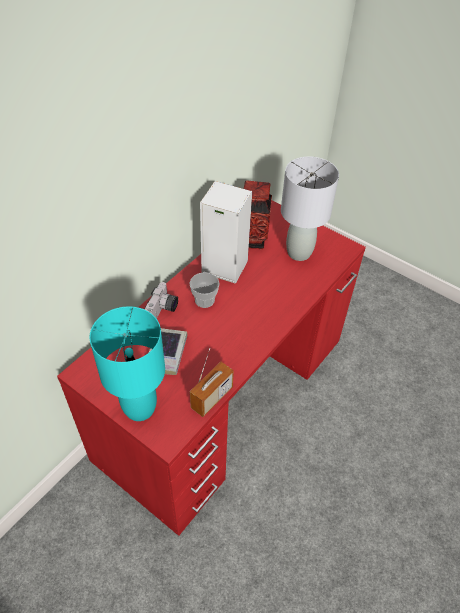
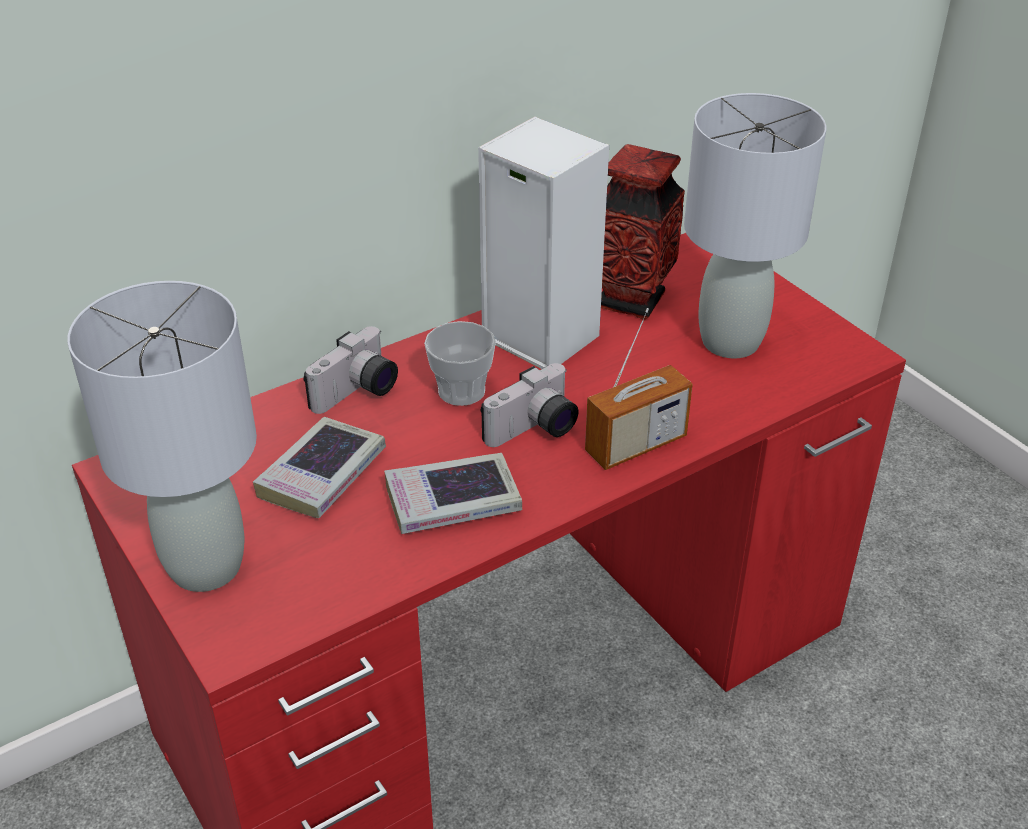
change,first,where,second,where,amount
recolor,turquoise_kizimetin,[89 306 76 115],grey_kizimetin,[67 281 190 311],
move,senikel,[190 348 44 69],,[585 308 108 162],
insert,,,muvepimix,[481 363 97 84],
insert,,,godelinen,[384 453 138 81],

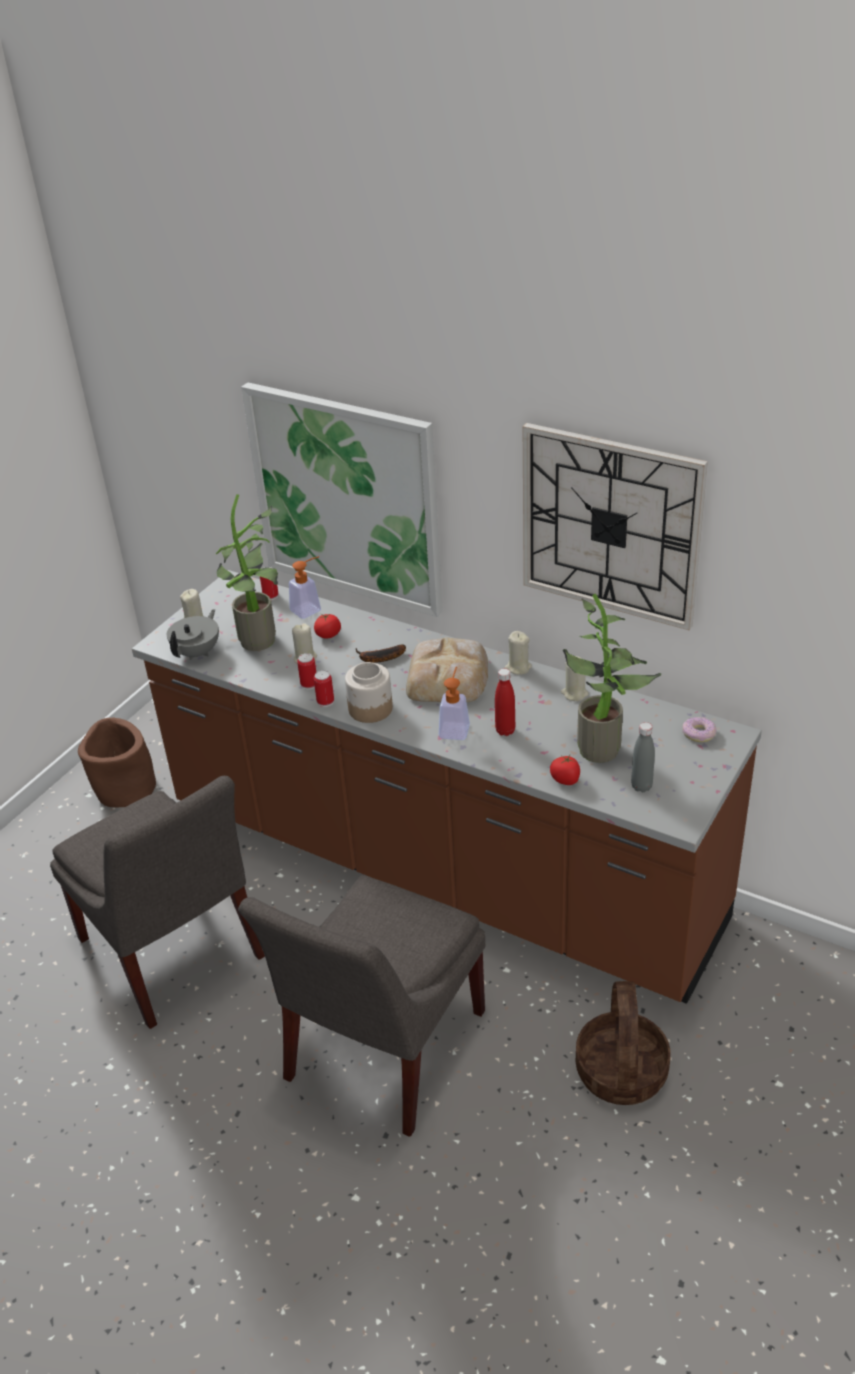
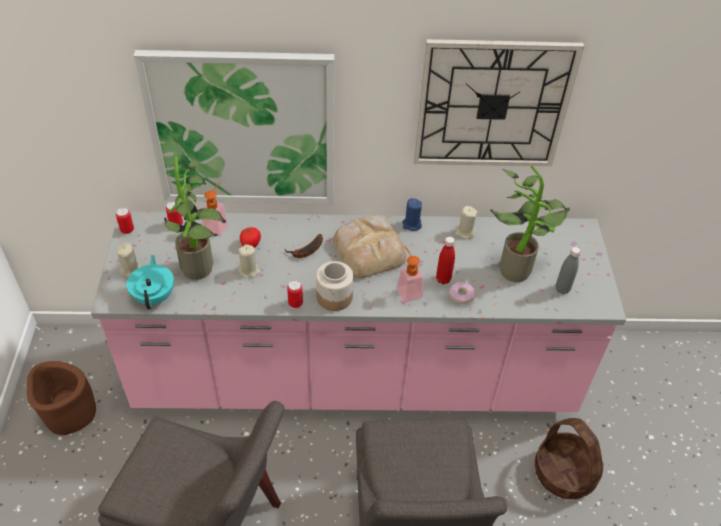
change,first,where,second,where,amount
recolor,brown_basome,[132 570 630 434],pink_basome,[91 212 535 200],
recolor,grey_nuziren,[167 609 52 51],turquoise_nuziren,[126 255 48 54],
recolor,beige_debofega,[505 631 27 44],blue_debofega,[402 198 20 33],
move,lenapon,[297 653 19 37],,[116 207 18 28],
move,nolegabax,[682 717 35 25],,[449 282 27 22],
delete,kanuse,[550 755 30 30],,,

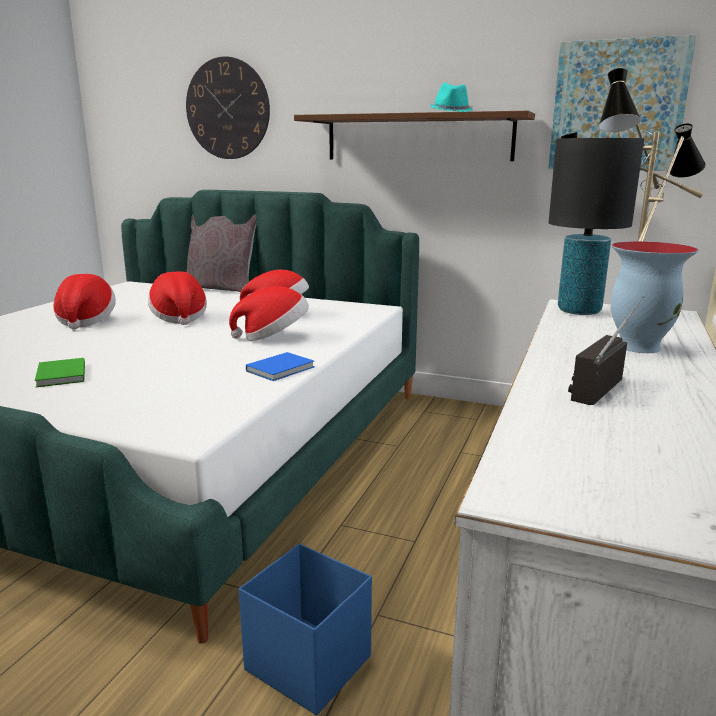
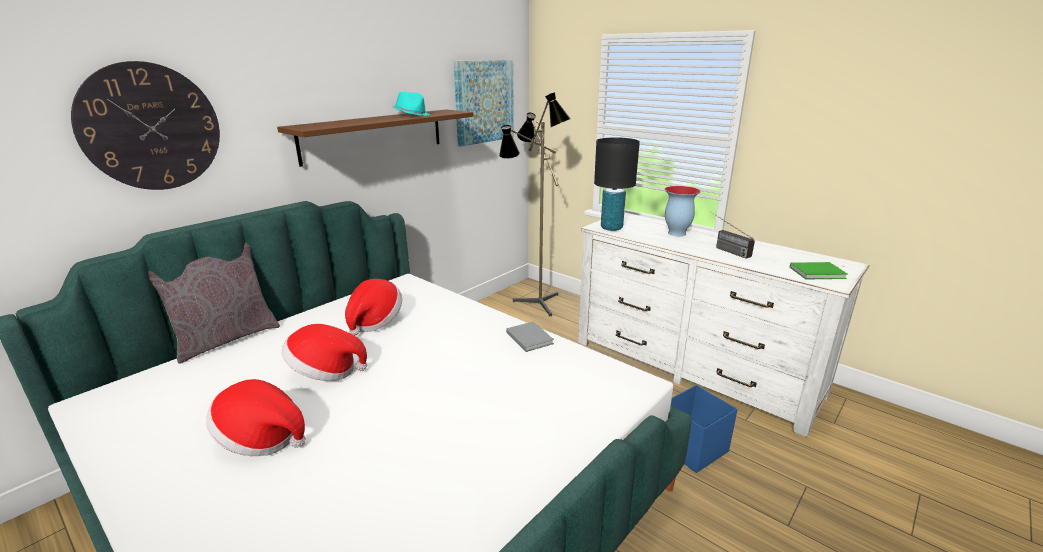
change,first,where,second,where,amount
delete,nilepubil,[229 286 80 55],,,
recolor,blue_godelinen,[246 352 69 29],grey_godelinen,[506 321 48 31],
move,green_godelinen,[35 358 50 29],,[790 262 57 18],

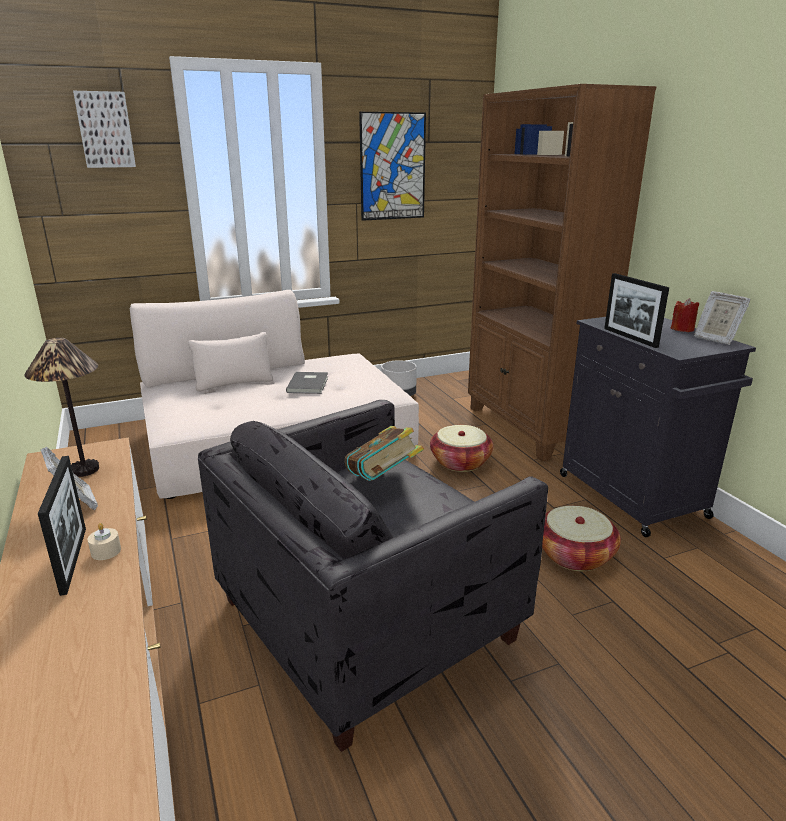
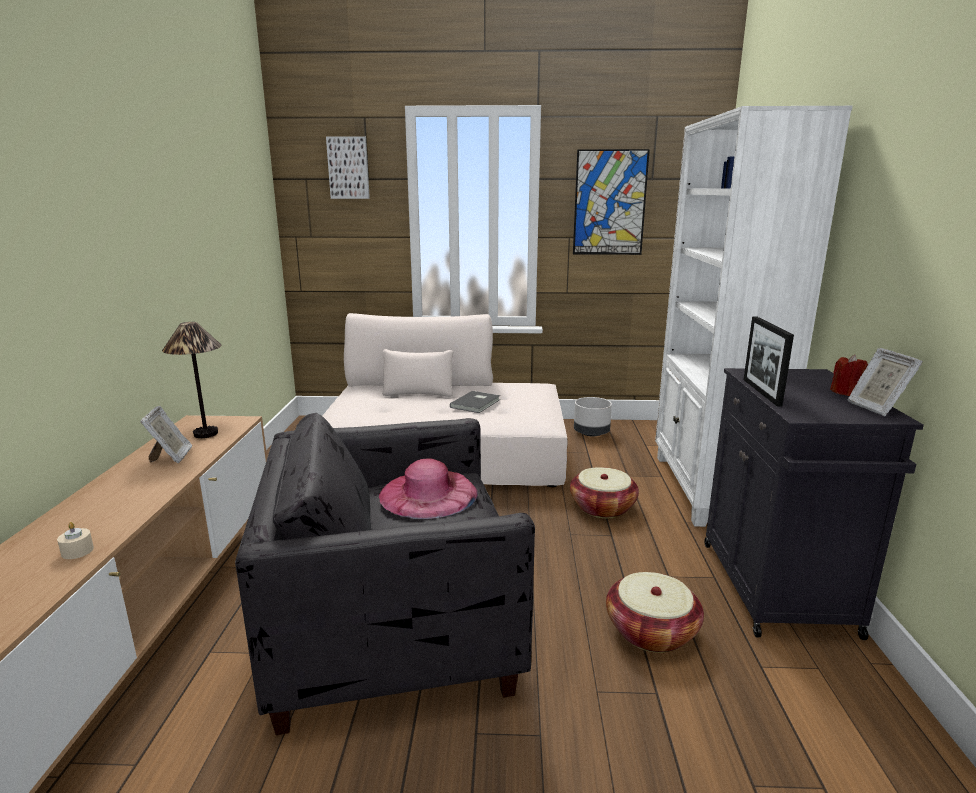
change,first,where,second,where,amount
recolor,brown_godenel,[468 84 189 378],white_godenel,[655 106 198 421],
replace,godelinen,[345 426 79 55],pink_nilepubil,[379 458 99 61],
delete,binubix,[38 456 48 140],,,
move,beige_debofega,[87 523 34 37],,[57 522 37 37],

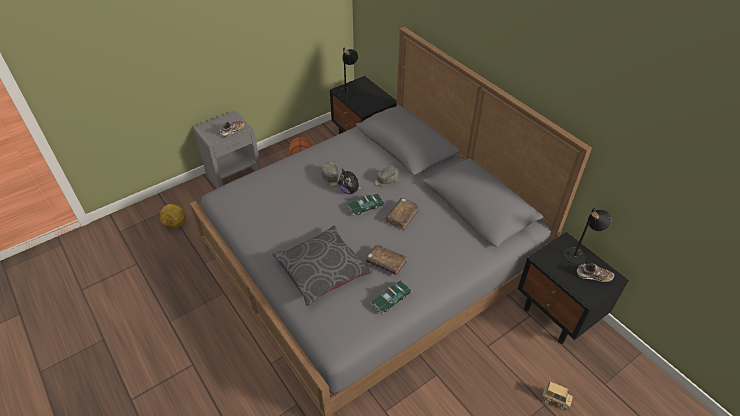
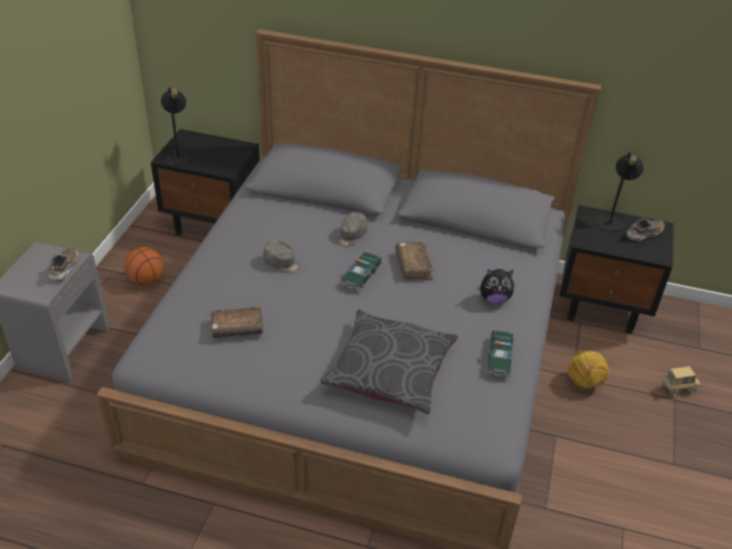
change,first,where,second,where,amount
move,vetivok,[339 169 24 25],,[480 269 35 35],
move,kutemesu,[160 204 25 24],,[567 351 42 38],
move,brown_godelinen,[366 244 41 31],,[211 306 52 32],

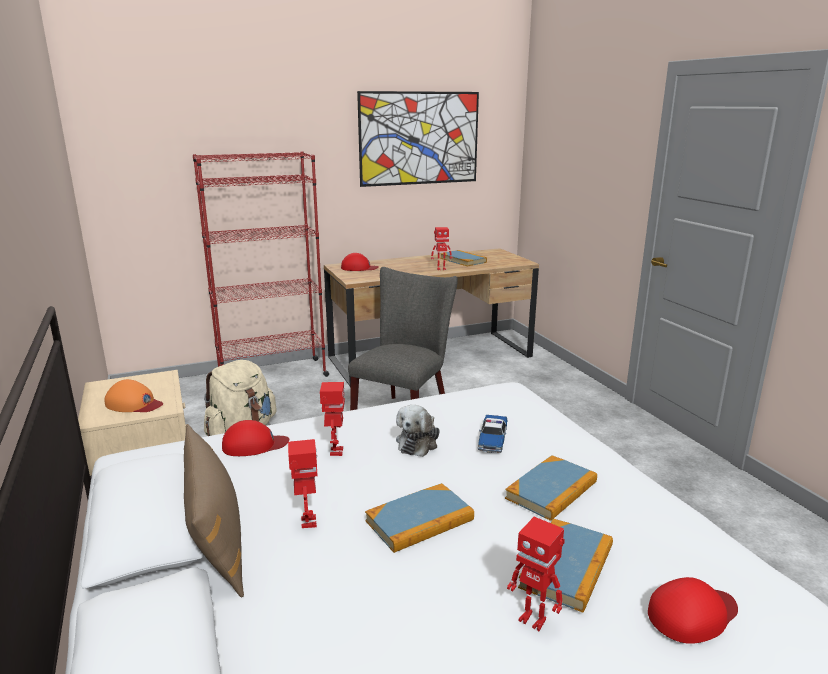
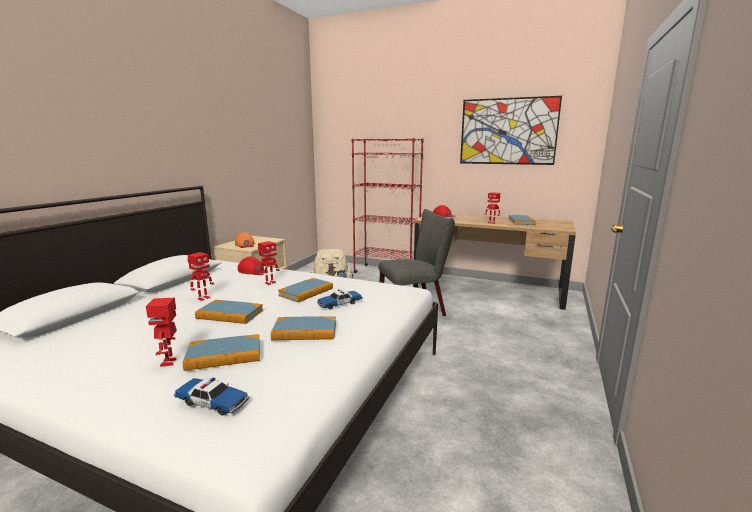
change,first,where,second,where,amount
replace,vetivok,[396 405 44 52],godelinen,[278 278 55 25],
delete,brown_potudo,[184 424 60 173],,,
replace,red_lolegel,[648 577 90 67],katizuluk,[174 378 75 38],

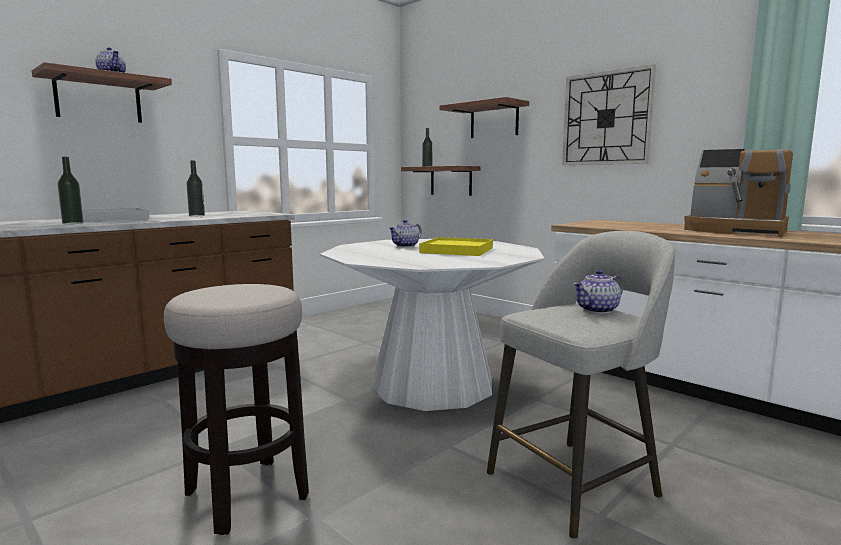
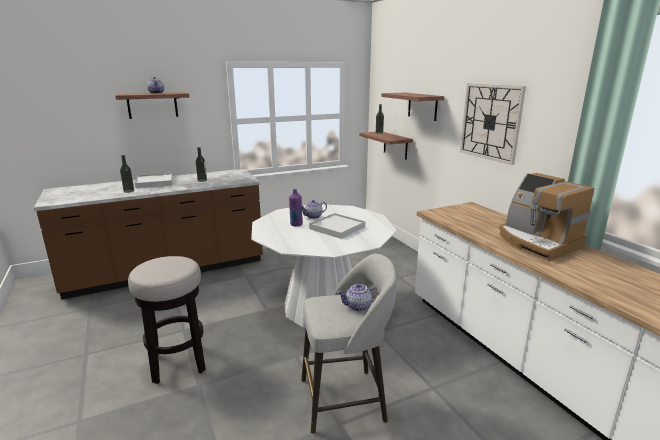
change,first,where,second,where,amount
recolor,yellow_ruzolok,[419 237 74 19],white_ruzolok,[309 213 56 26],
insert,,,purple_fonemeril,[289 189 14 37],

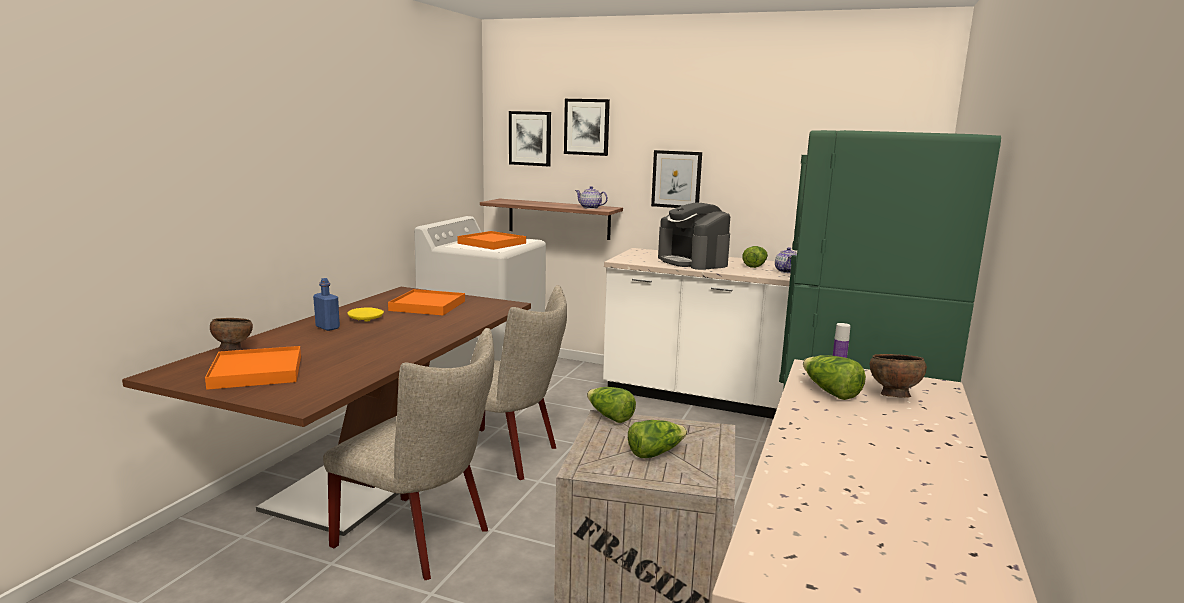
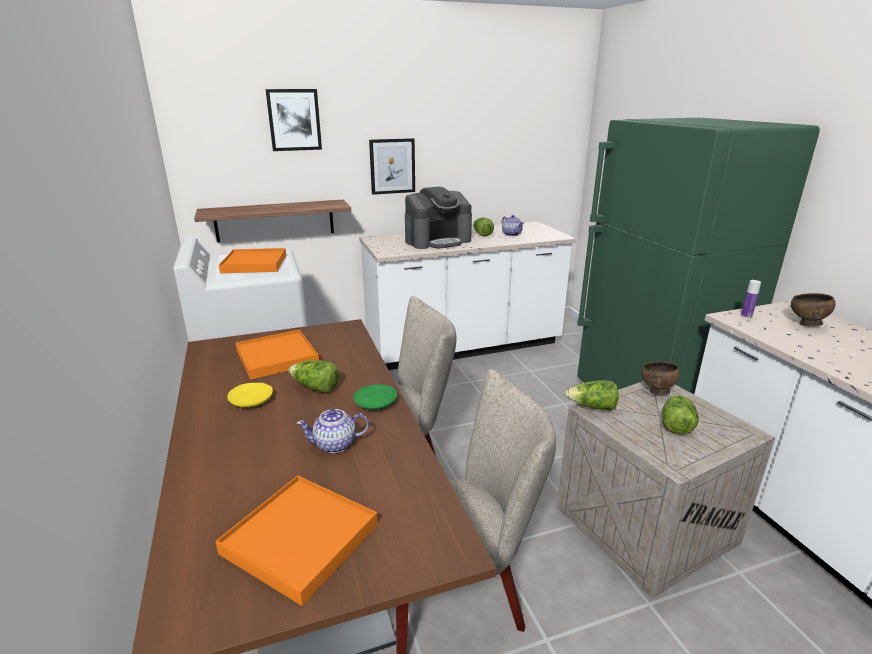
change,first,where,second,where,amount
delete,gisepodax,[509 111 42 55],,,
move,nuziren,[575 186 33 23],,[296 409 73 44],
rotate,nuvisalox,[658 202 72 68],,[405 187 67 62],45 degrees counterclockwise
delete,blue_fonemeril,[313 278 27 53],,,
move,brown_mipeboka,[210 318 43 32],,[641 362 39 33],
move,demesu,[803 355 63 45],,[288 360 51 33],
insert,,,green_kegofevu,[353 384 44 26],

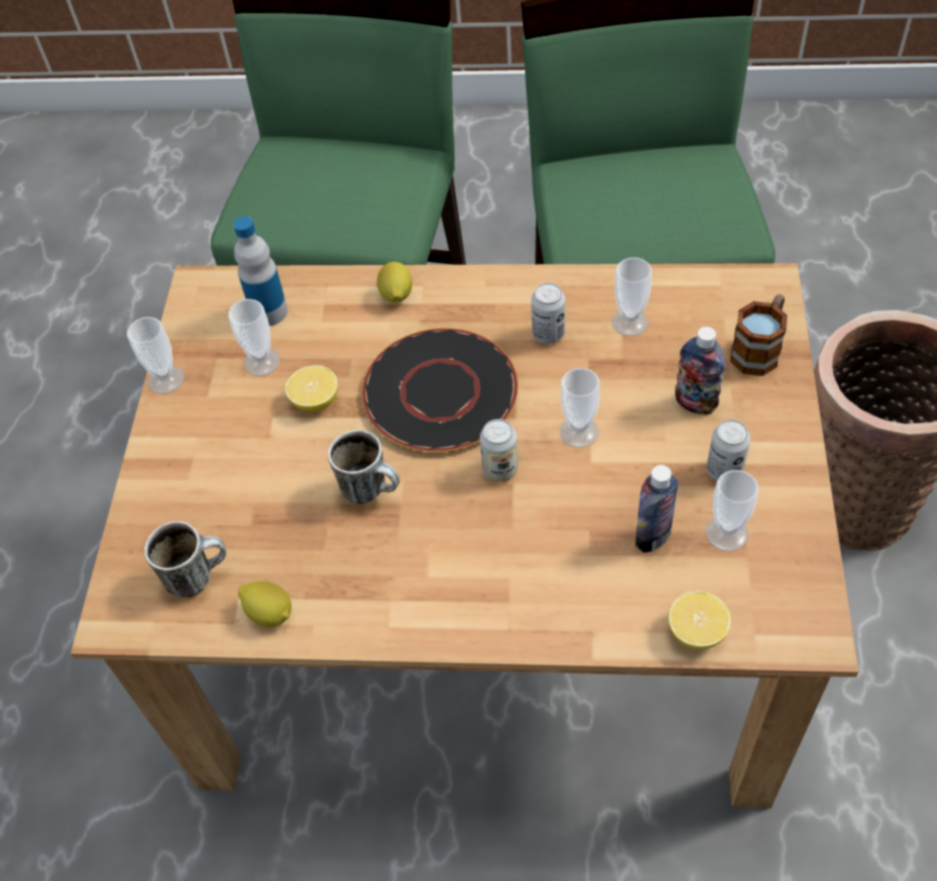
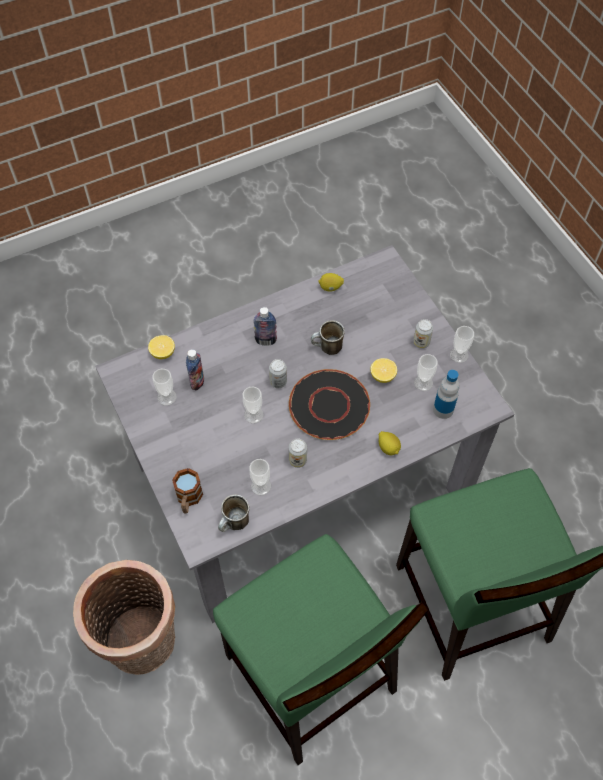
change,first,where,second,where,amount
recolor,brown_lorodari,[70 263 789 545],grey_lorodari,[95 245 419 378],
move,fonemeril,[675 327 50 87],,[253 307 24 39],
move,lenapon,[707 419 43 62],,[413 319 20 30],
move,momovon,[144 521 82 76],,[218 495 31 37],

